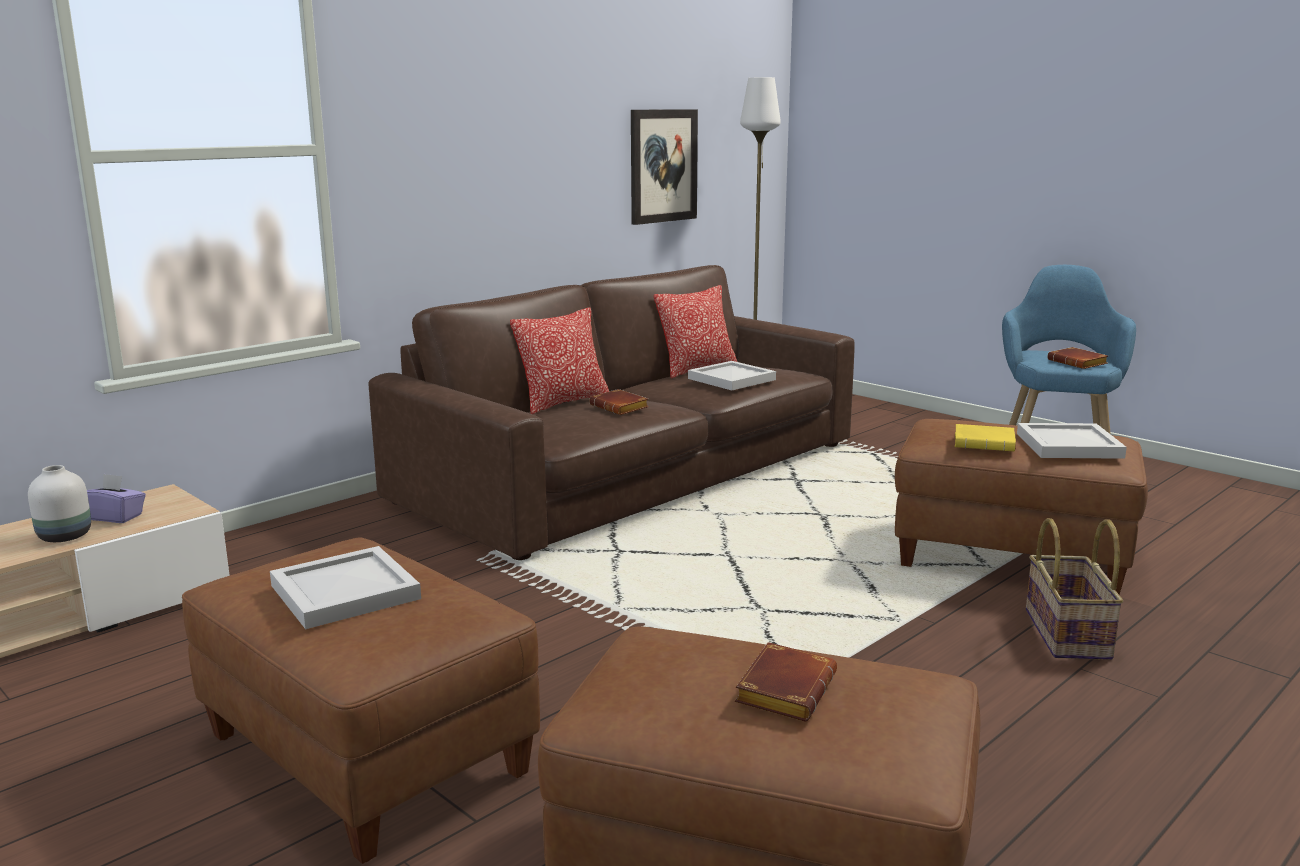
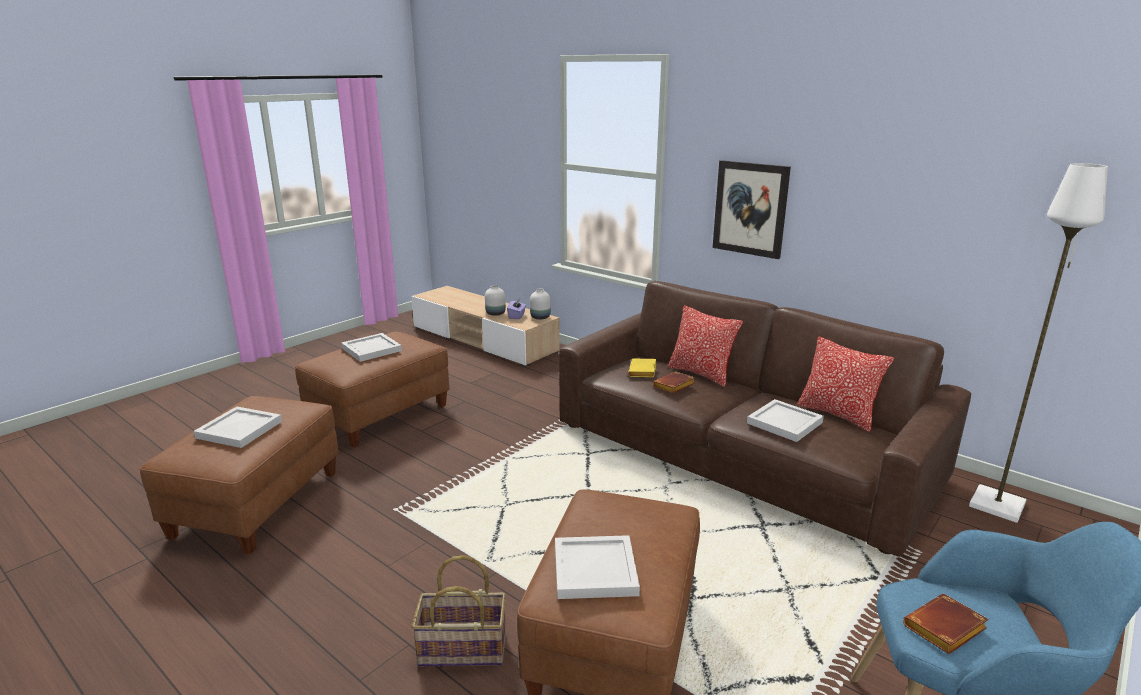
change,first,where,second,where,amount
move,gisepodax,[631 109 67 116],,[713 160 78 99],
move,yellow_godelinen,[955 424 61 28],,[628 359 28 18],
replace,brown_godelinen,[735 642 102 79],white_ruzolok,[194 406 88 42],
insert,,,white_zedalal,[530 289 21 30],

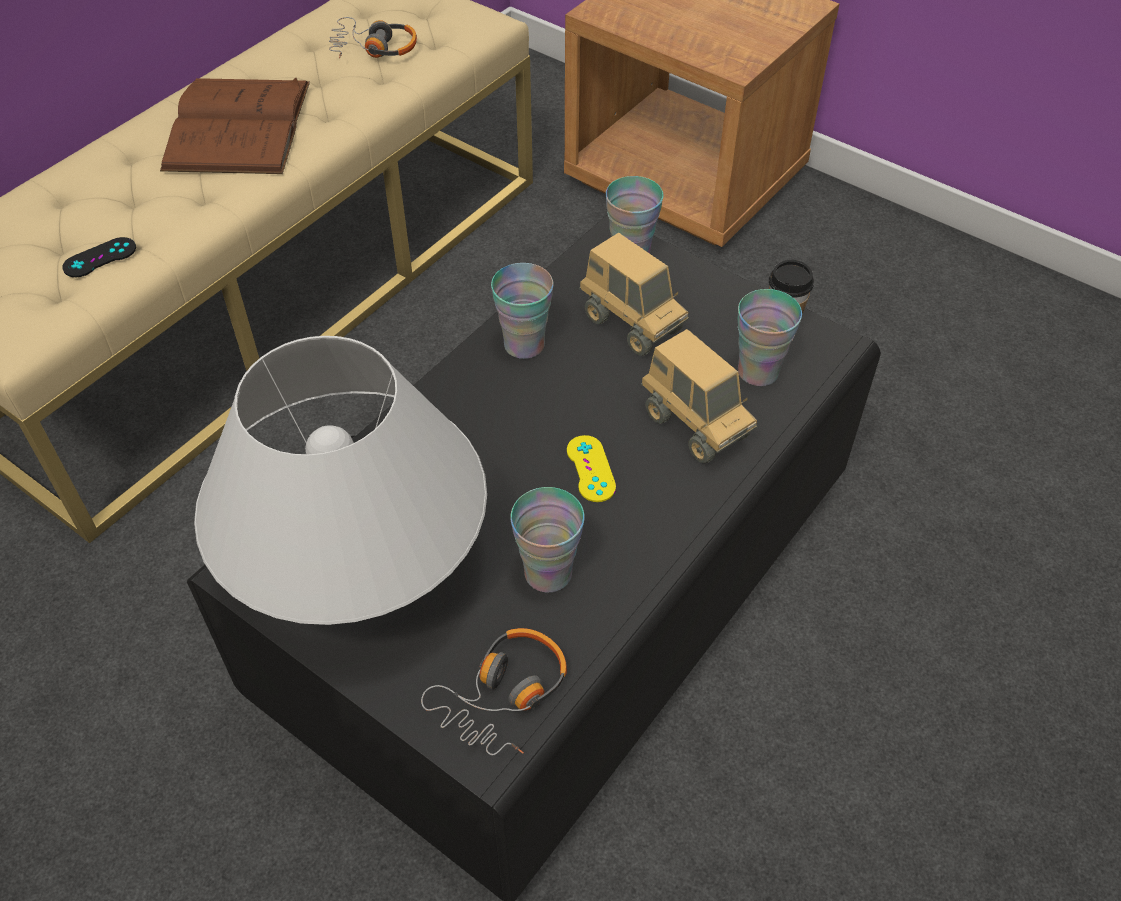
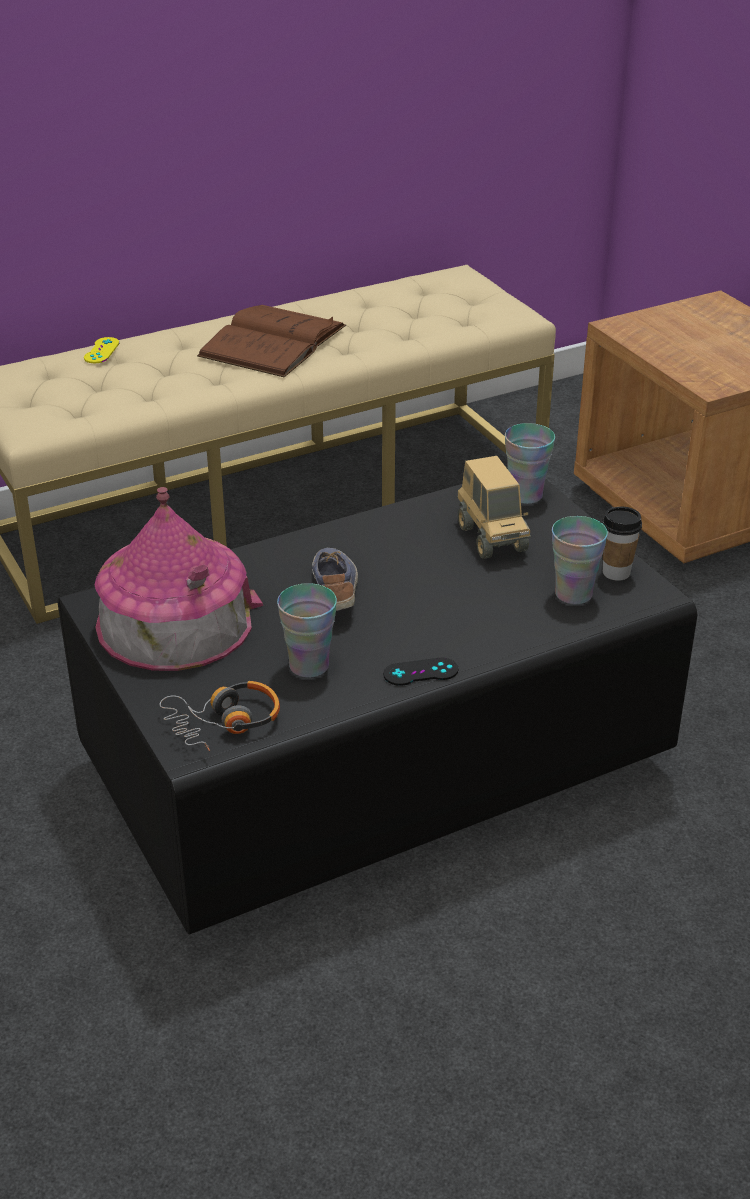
change,first,where,second,where,amount
delete,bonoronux,[329 17 88 42],,,
move,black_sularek,[62 237 74 40],,[383 658 76 28],
delete,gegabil,[491 263 63 96],,,
delete,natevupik,[641 329 116 134],,,
replace,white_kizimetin,[194 336 293 289],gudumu,[95 487 168 184],
move,yellow_sularek,[567 435 49 67],,[84 337 35 26],
insert,,,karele,[312 548 46 63],

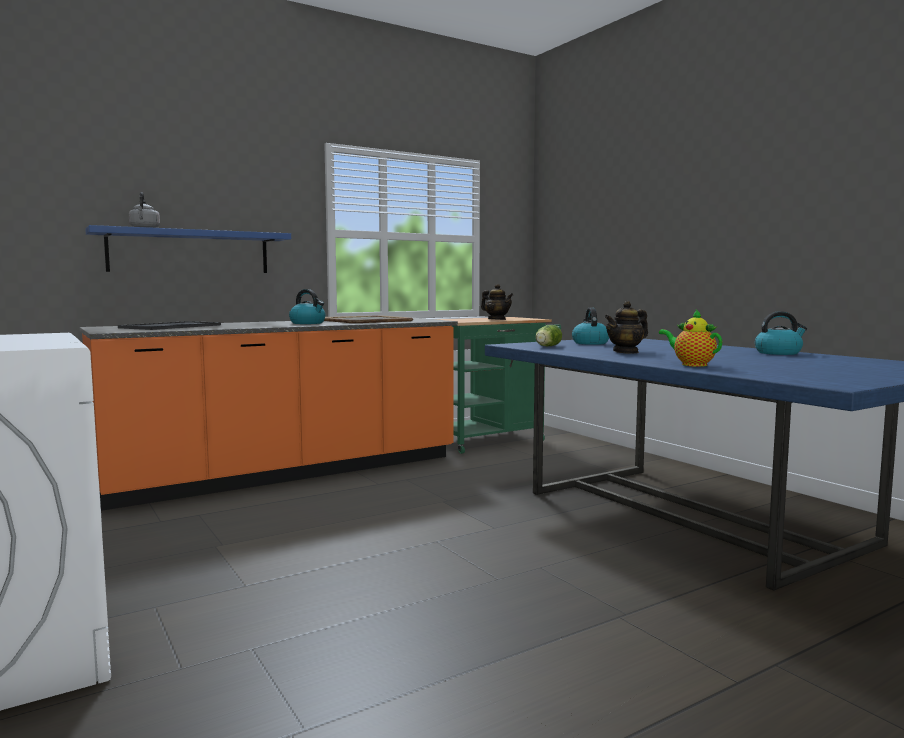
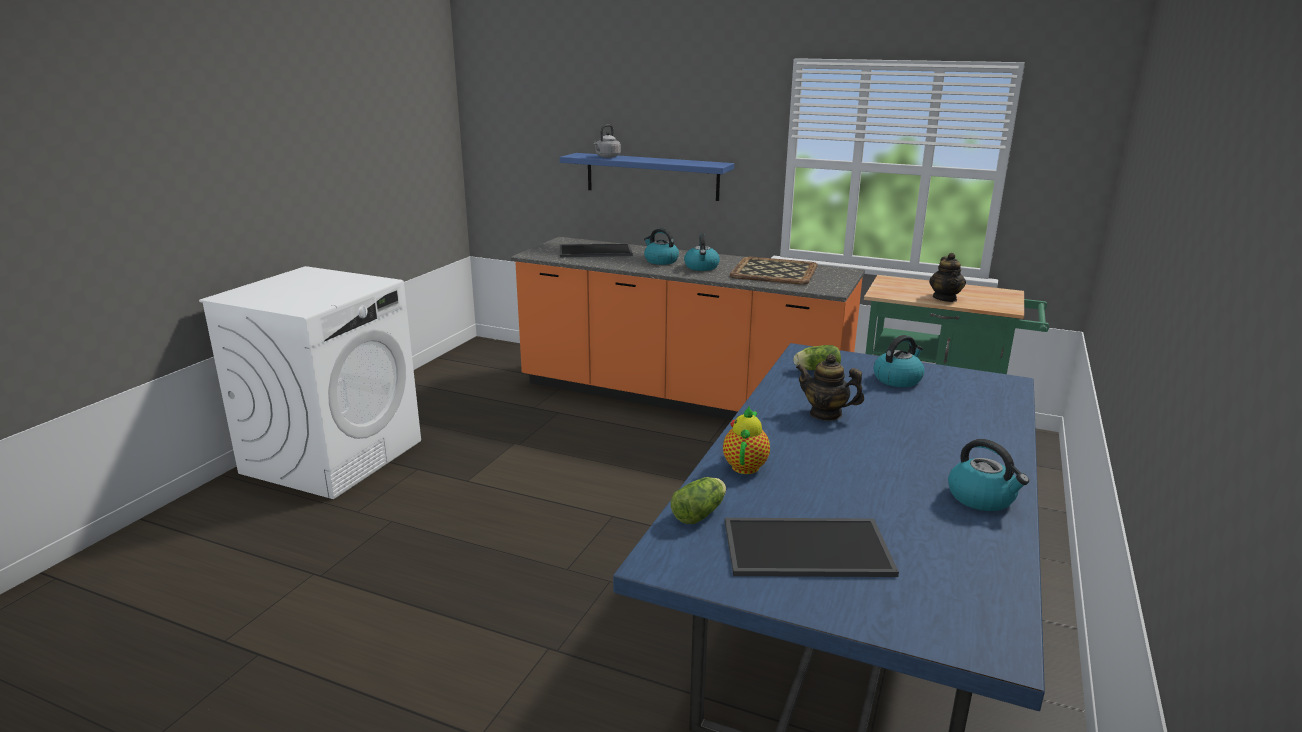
change,first,where,second,where,amount
insert,,,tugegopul,[644 228 35 37],
insert,,,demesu,[671 477 55 47],
insert,,,ruzolok,[725 518 174 59],

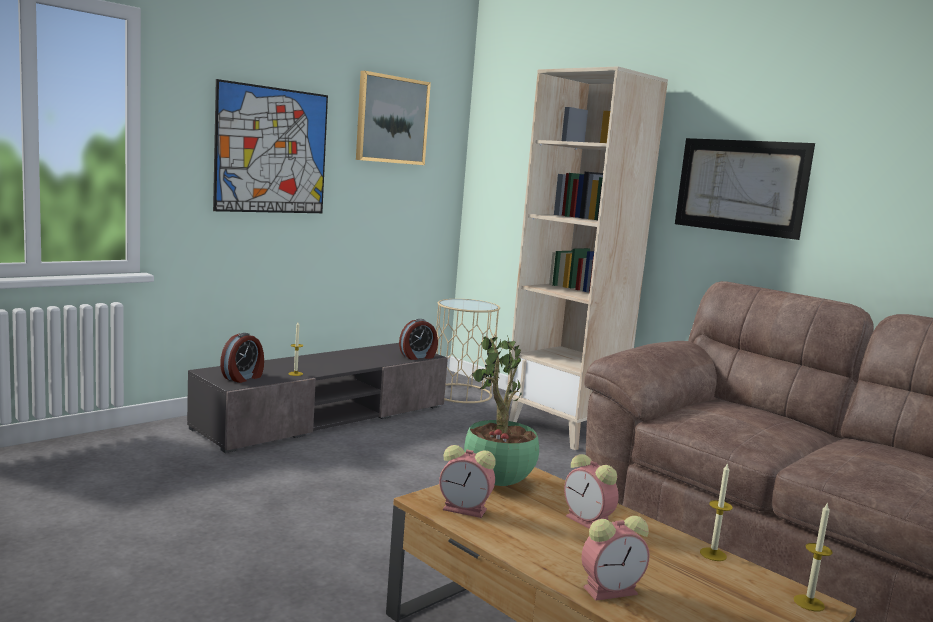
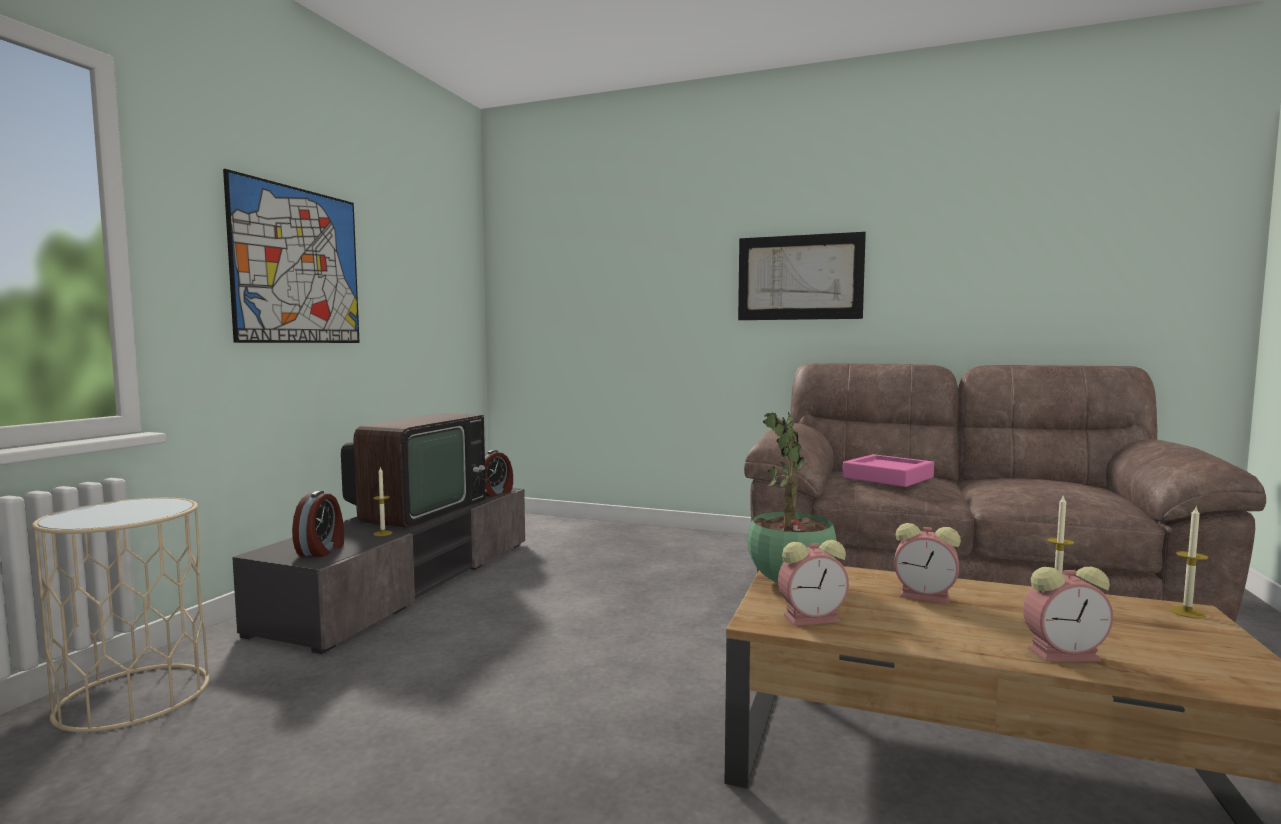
change,first,where,second,where,amount
delete,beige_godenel,[507 66 161 384],,,
delete,gisepodax,[356 71 75 94],,,
move,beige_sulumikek,[436 299 64 104],,[32 498 177 234],
rotate,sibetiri,[582 516 68 85],,[1023 567 90 95],45 degrees clockwise
insert,,,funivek,[341 413 146 115],
insert,,,pink_ruzolok,[843 454 91 33],

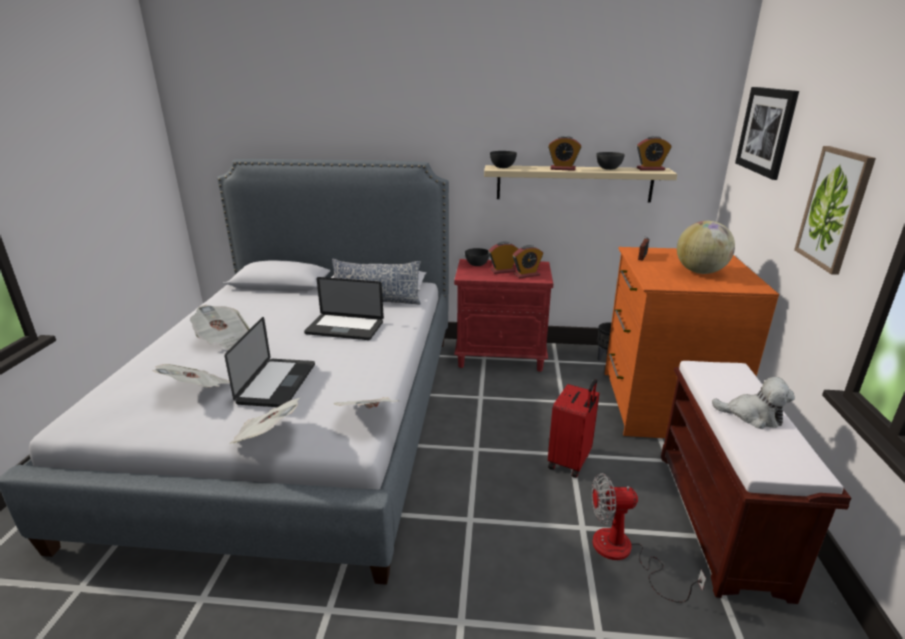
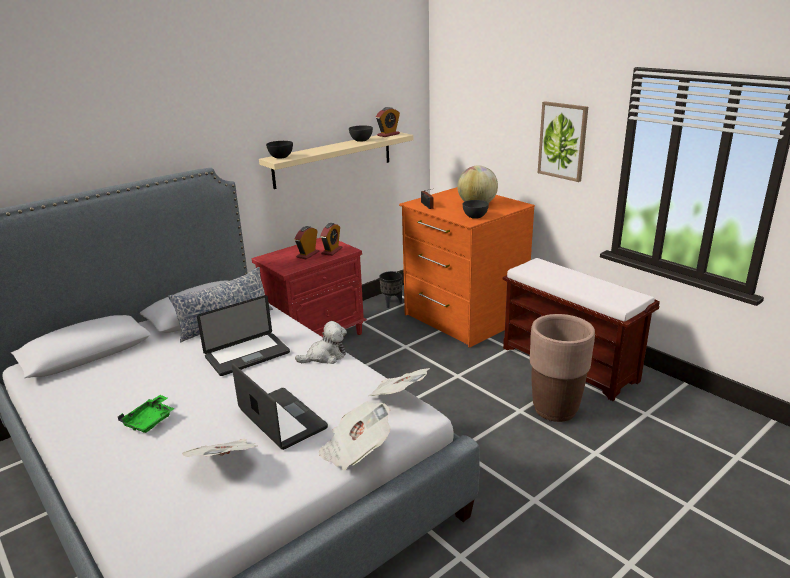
change,first,where,second,where,amount
delete,gisepodax,[735 87 64 93],,,
delete,sibetiri,[548 136 33 35],,,
move,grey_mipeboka,[465 248 25 18],,[463 200 26 19],
replace,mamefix,[190 305 60 45],green_ruzolok,[118 395 57 38],
move,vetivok,[712 377 83 52],,[295 321 52 43],
delete,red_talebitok,[548 379 52 99],,,
replace,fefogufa,[592 473 114 130],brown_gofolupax,[530 314 65 108],

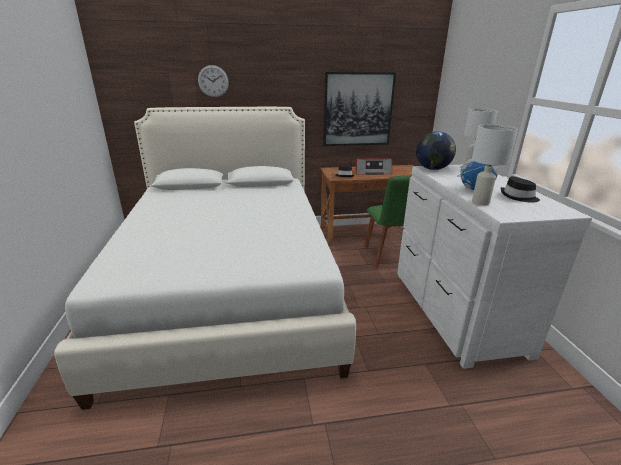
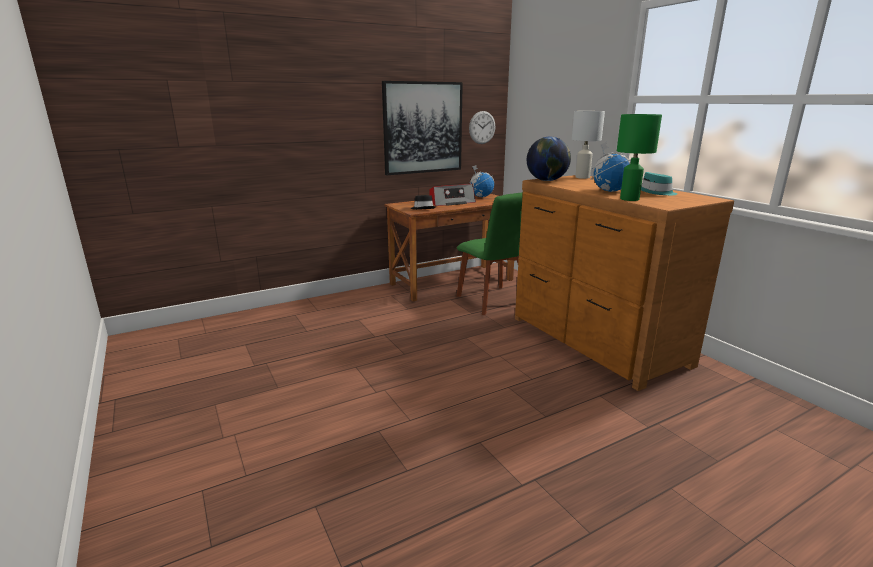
change,first,where,second,where,amount
move,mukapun,[198 65 31 32],,[469 111 26 33],
delete,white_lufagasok,[54 107 302 303],,,
recolor,white_kizimetin,[472 124 46 81],green_kizimetin,[617 114 45 87],
recolor,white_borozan,[397 165 195 204],brown_borozan,[515 175 219 216],
recolor,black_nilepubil,[501 176 39 27],turquoise_nilepubil,[641 172 36 23],
insert,,,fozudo,[469 165 26 32],

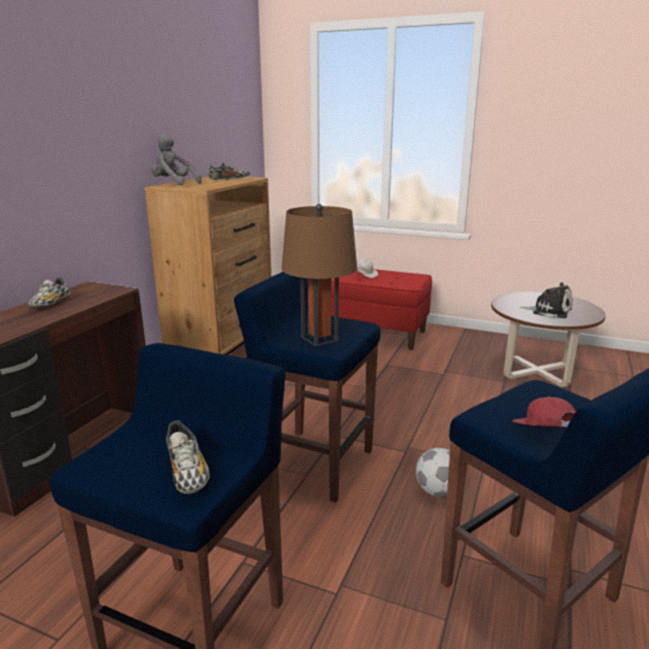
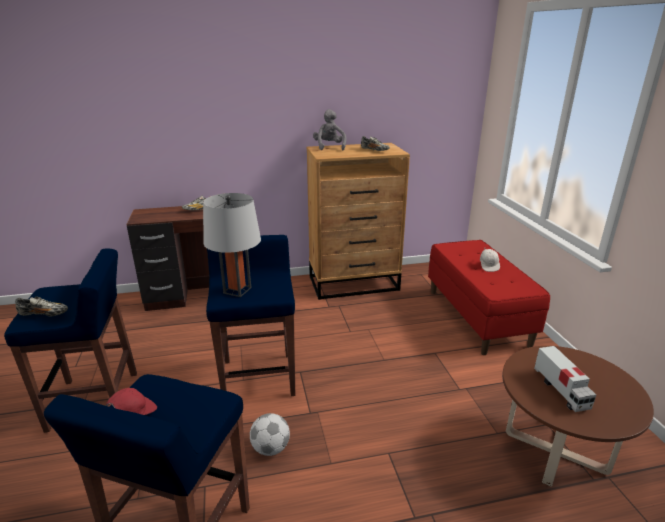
change,first,where,second,where,amount
recolor,brown_kizimetin,[281 204 76 143],grey_kizimetin,[203 193 58 104],
replace,vetivok,[519 282 54 36],natevupik,[534 346 62 66],
rotate,karele,[166 420 44 74],,[15 297 53 19],120 degrees counterclockwise

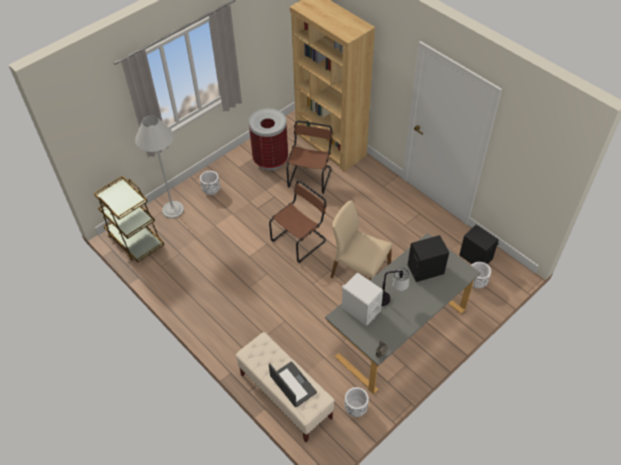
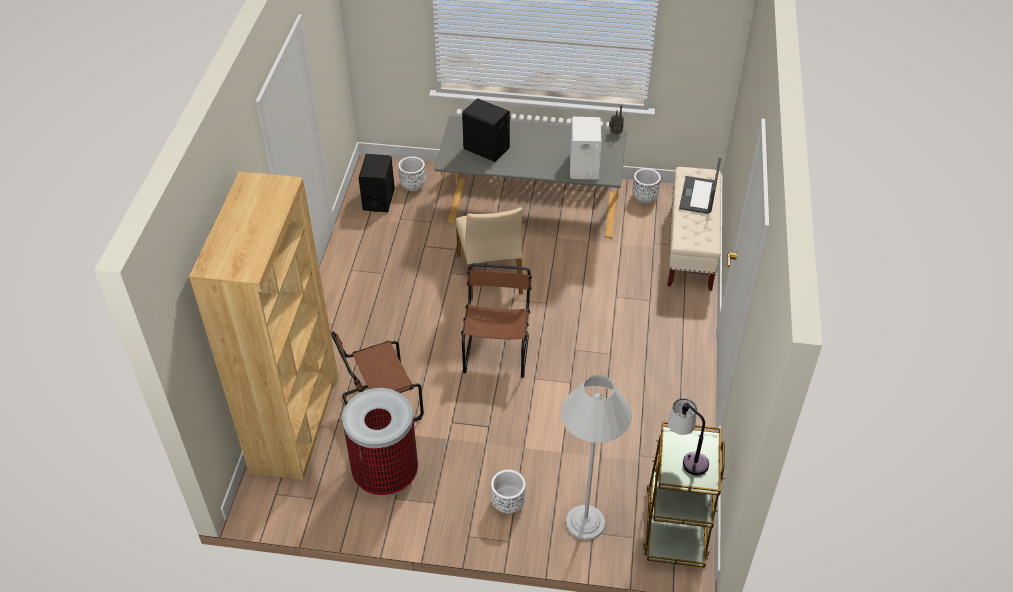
change,first,where,second,where,amount
rotate,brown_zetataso,[269 180 58 83],,[461 263 71 115],90 degrees clockwise
move,kizimetin,[381 268 28 38],,[668 398 41 77],

